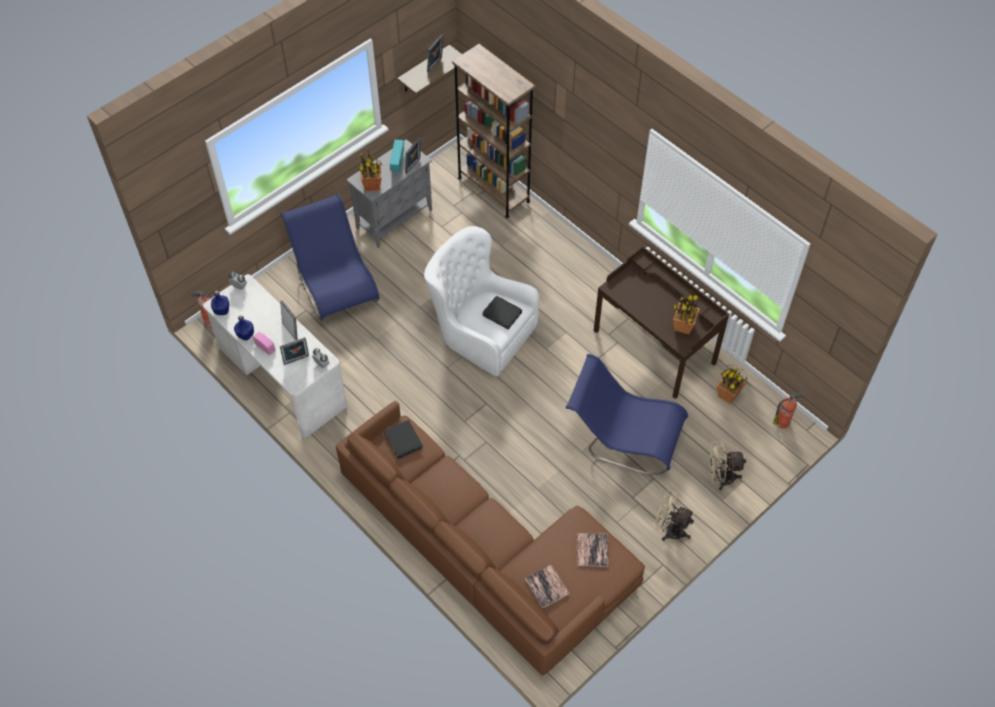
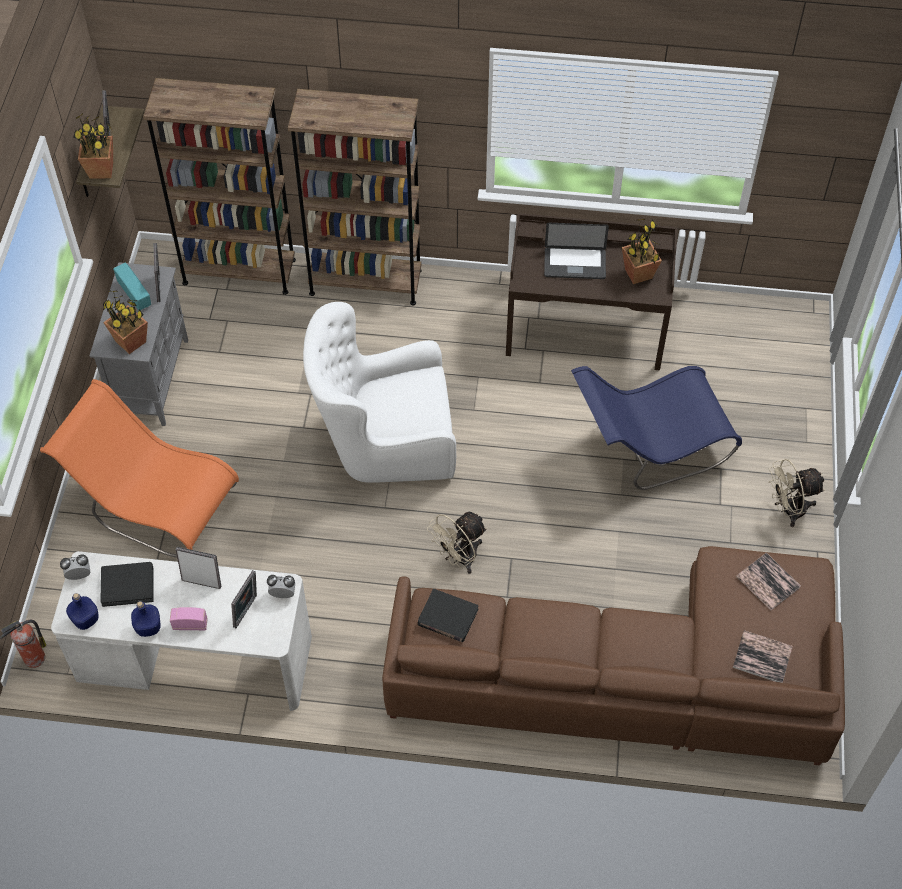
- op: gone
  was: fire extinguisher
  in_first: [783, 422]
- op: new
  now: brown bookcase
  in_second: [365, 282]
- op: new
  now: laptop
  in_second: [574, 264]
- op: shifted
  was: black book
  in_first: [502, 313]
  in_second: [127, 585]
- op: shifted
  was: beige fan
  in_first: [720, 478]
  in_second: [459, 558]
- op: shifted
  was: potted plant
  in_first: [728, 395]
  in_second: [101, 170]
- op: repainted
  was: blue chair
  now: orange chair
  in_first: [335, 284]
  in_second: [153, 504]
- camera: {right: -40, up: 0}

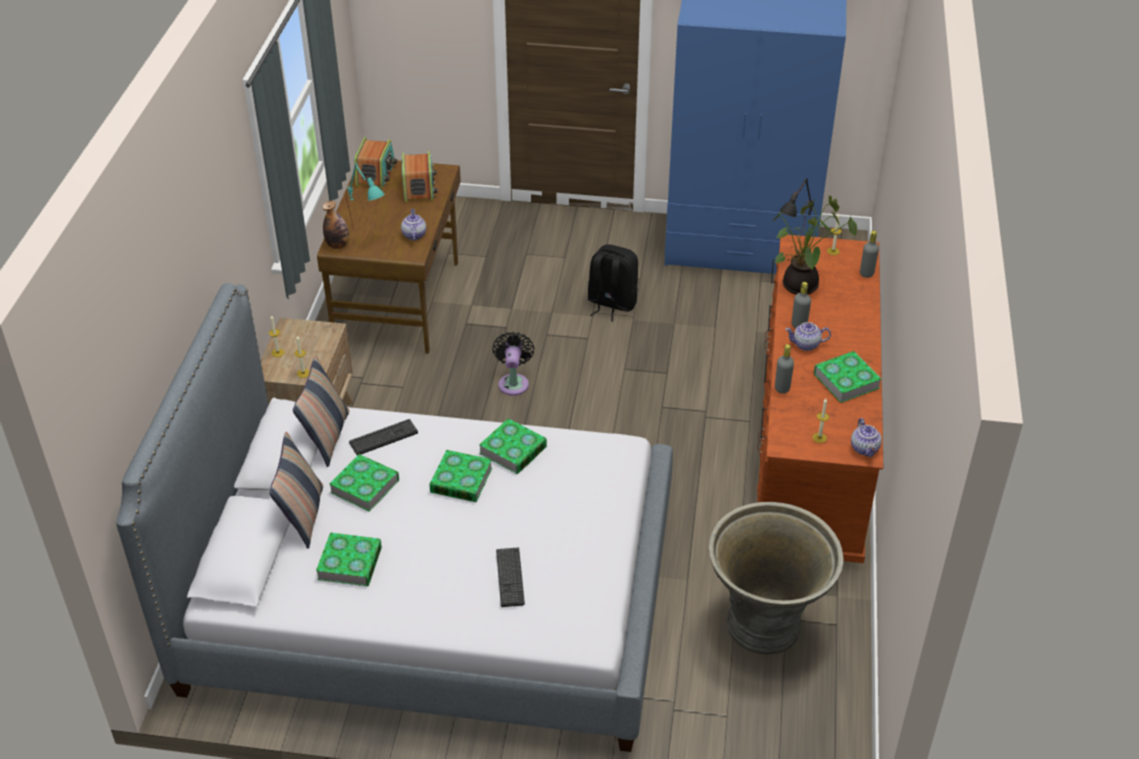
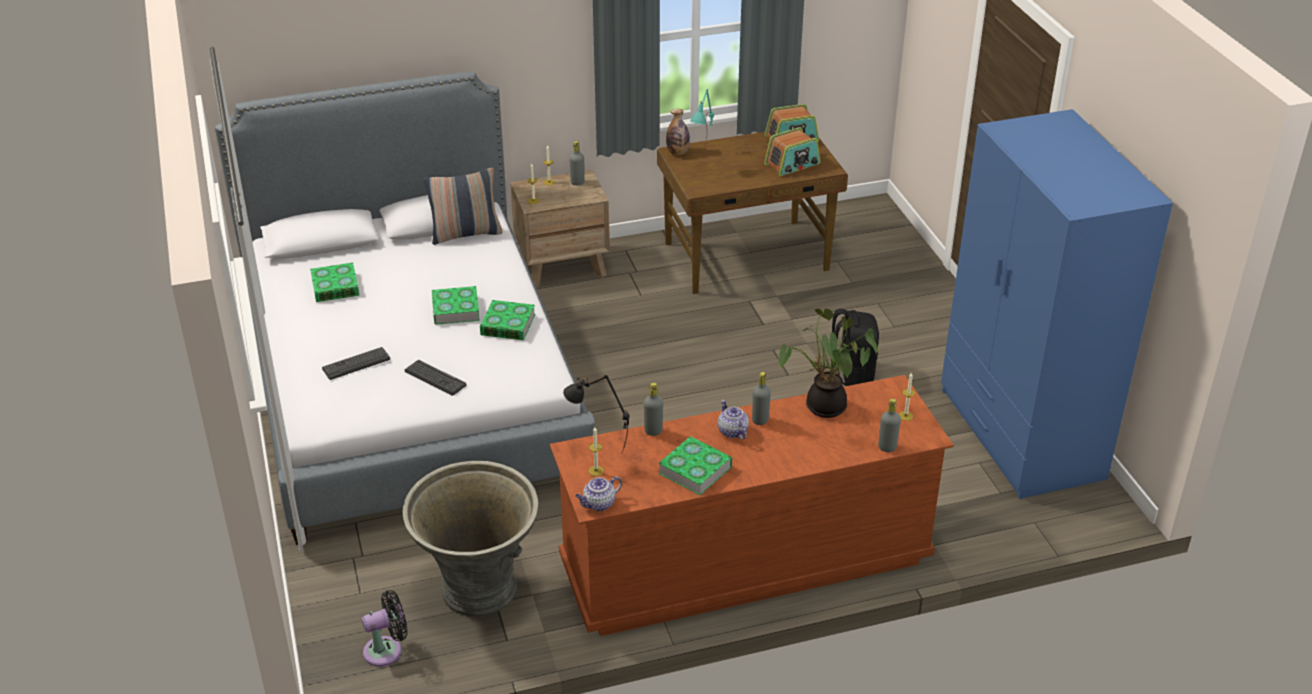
- op: gone
  was: pillow
  in_first: [303, 516]
- op: gone
  was: book
  in_first: [365, 486]
- op: gone
  was: teapot
  in_first: [414, 235]
- op: new
  now: grey bottle
  in_second: [577, 182]
- op: shifted
  was: keyboard
  in_first: [383, 437]
  in_second: [435, 378]
- op: shifted
  was: black fan
  in_first: [513, 382]
  in_second: [387, 650]
- op: shifted
  was: black table lamp
  in_first: [793, 252]
  in_second: [597, 454]
- camera: {right: 65, up: -5}

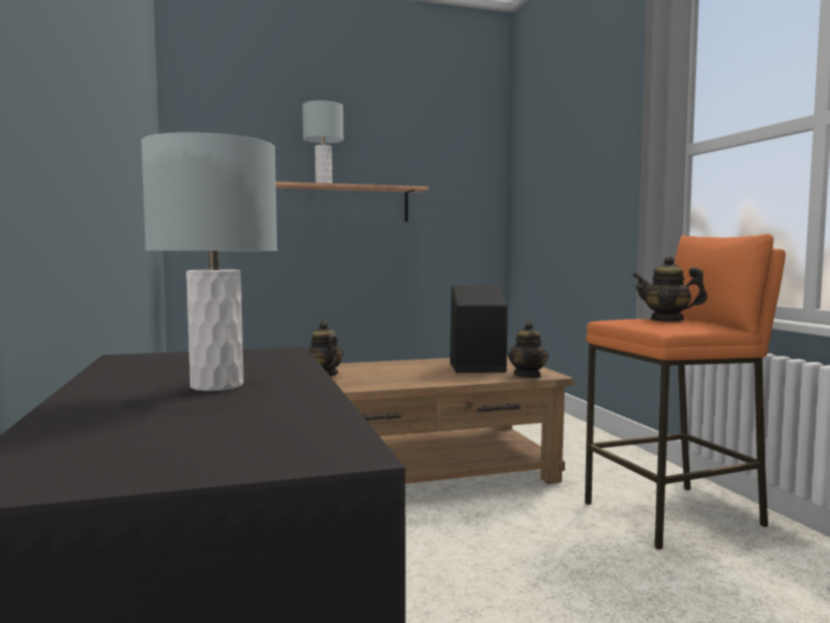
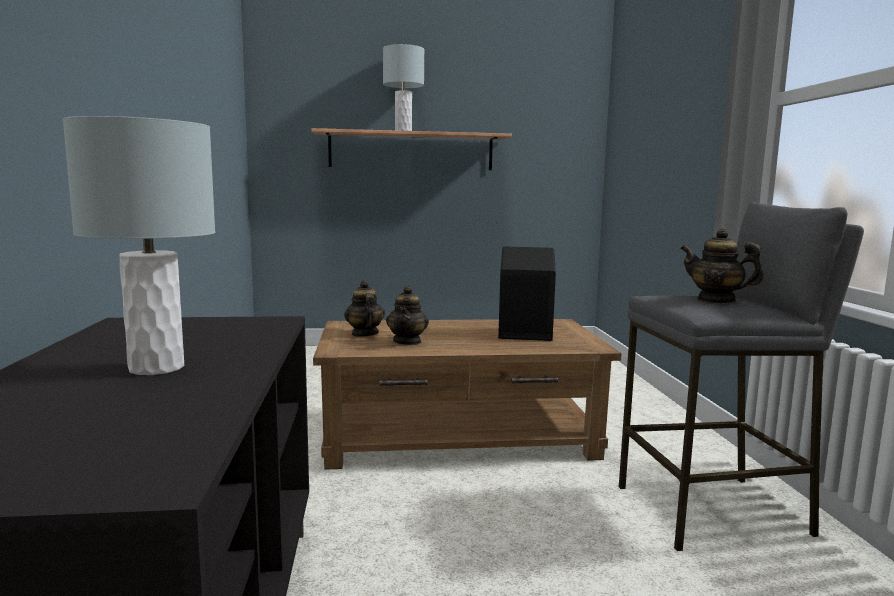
- op: shifted
  was: teapot
  in_first: [528, 375]
  in_second: [407, 341]
- op: repainted
  was: orange stool
  now: grey stool
  in_first: [674, 515]
  in_second: [713, 511]
- camera: {right: 10, up: 5}

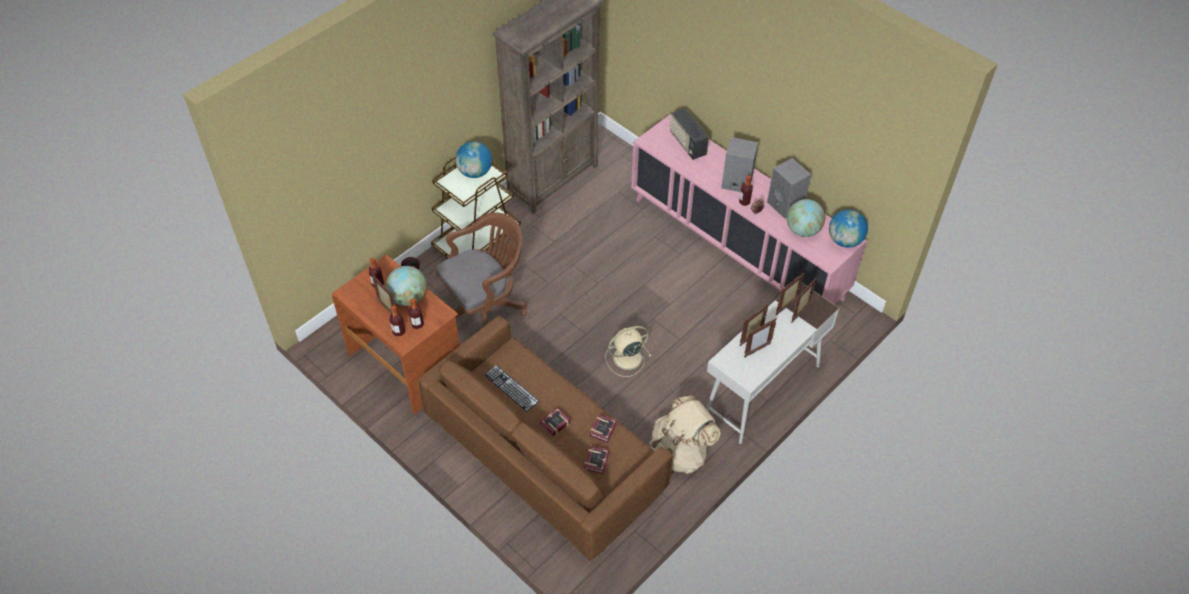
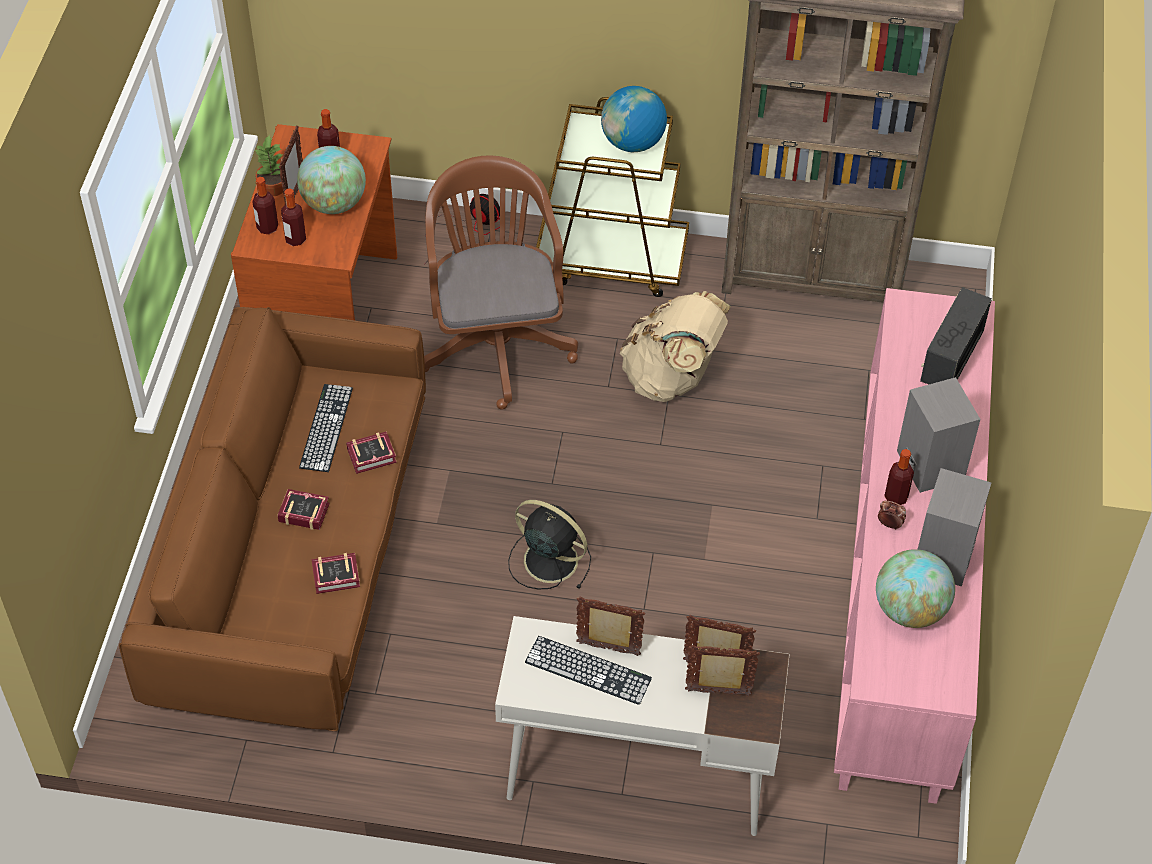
- op: gone
  was: globe
  in_first: [845, 241]
- op: new
  now: potted plant
  in_second: [273, 188]
- op: shifted
  was: book
  in_first: [597, 460]
  in_second: [374, 456]
- op: shifted
  was: beige backpack
  in_first: [680, 452]
  in_second: [672, 377]
- op: swapped
  was: picture frame
  now: keyboard
  in_first: [757, 350]
  in_second: [588, 670]
- op: repainted
  was: beige fan
  now: black fan
  in_first: [626, 358]
  in_second: [548, 559]
- op: rotated
  was: brown office chair
  in_first: [485, 308]
  in_second: [496, 340]
  clockwise: -120
- camera: {right: 55, up: 0}

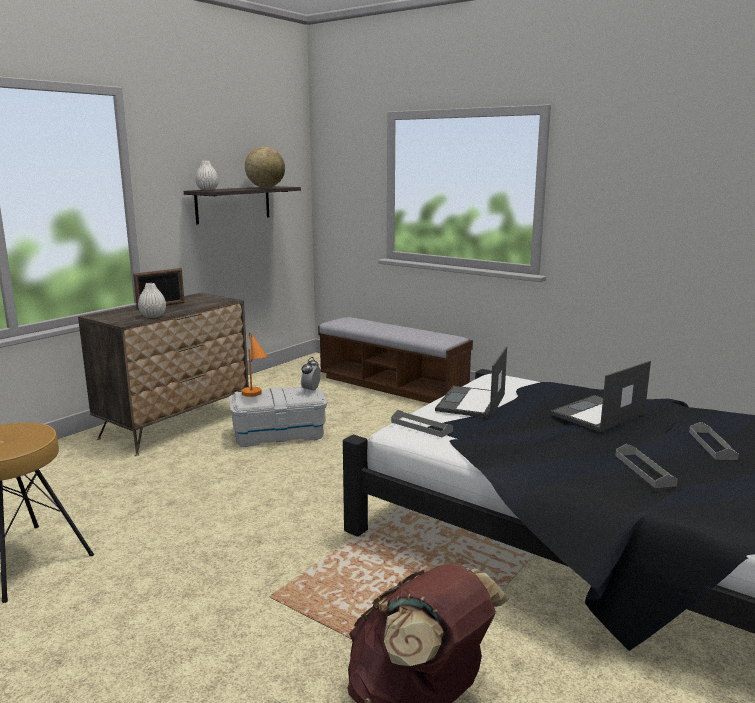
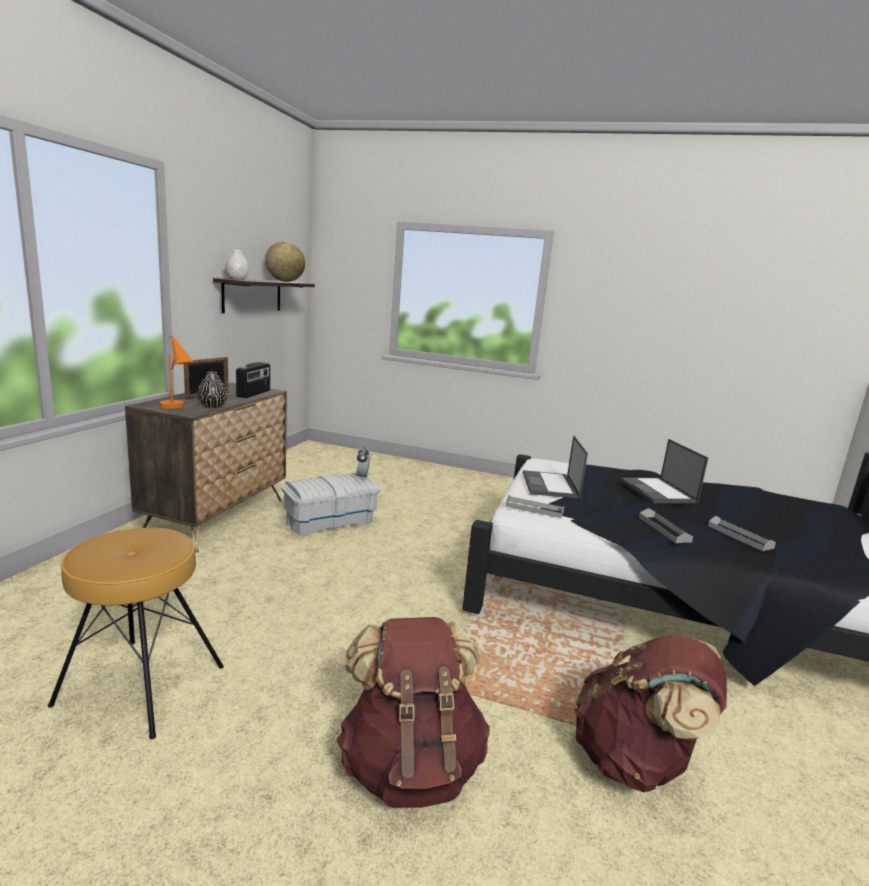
- op: gone
  was: bench
  in_first: [392, 386]
- op: new
  now: radio
  in_second: [254, 394]
- op: new
  now: brown backpack
  in_second: [410, 766]
- op: shifted
  was: orange table lamp
  in_first: [256, 395]
  in_second: [178, 408]
- op: shifted
  was: grey tray
  in_first: [712, 445]
  in_second: [664, 529]
- op: repainted
  was: white vase
  now: black vase
  in_first: [153, 316]
  in_second: [212, 406]
- op: rotated
  was: laptop
  in_first: [597, 414]
  in_second: [658, 491]
  clockwise: -45
- camera: {right: -20, up: 0}

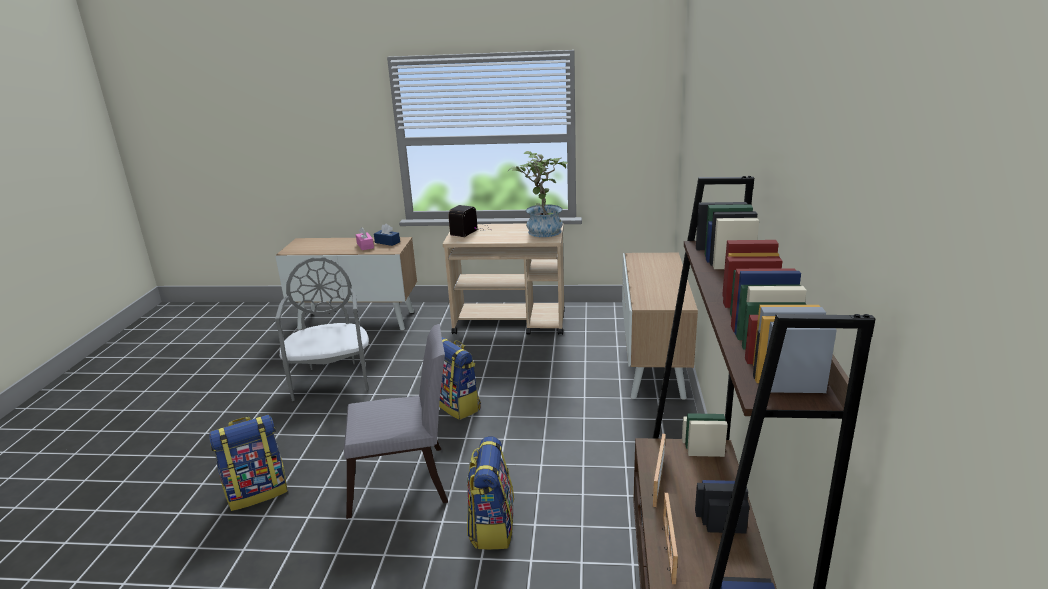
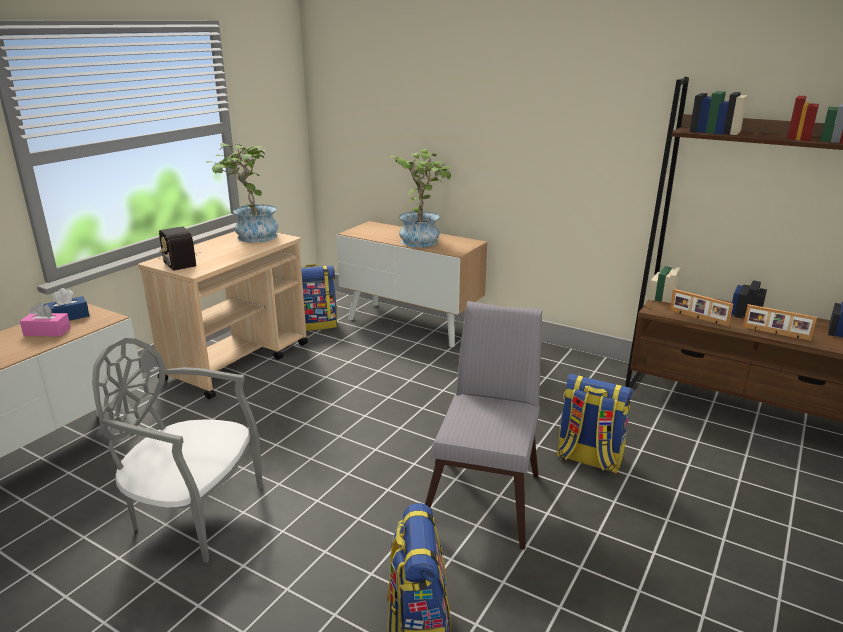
- op: new
  now: potted plant
  in_second: [422, 240]
- op: shifted
  was: backpack
  in_first: [458, 406]
  in_second: [316, 324]
- camera: {right: -65, up: 0}

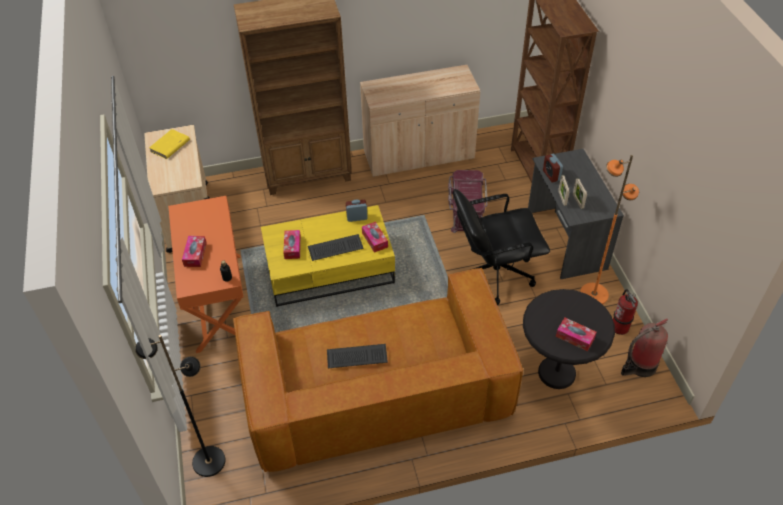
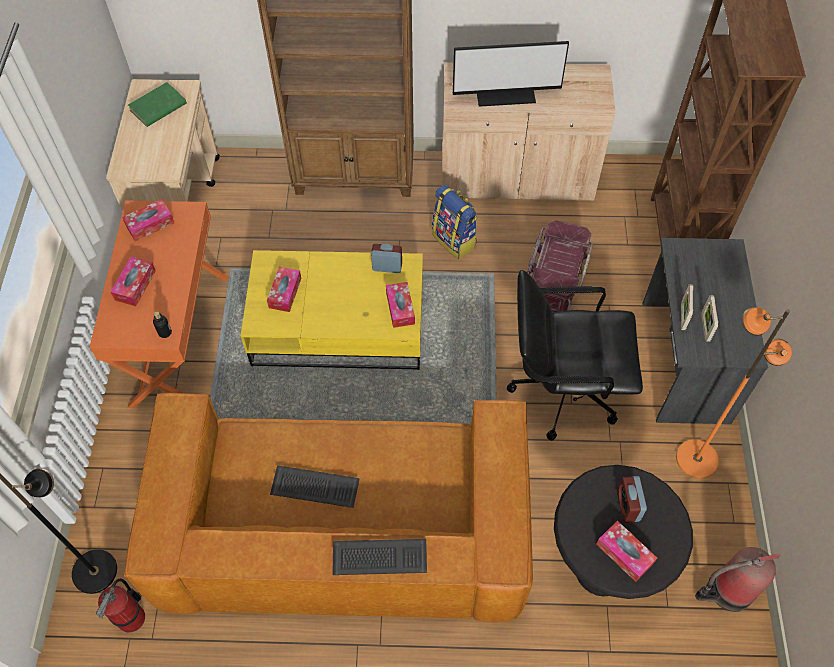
- op: new
  now: tissue box
  in_second: [150, 224]
- op: new
  now: backpack
  in_second: [455, 240]
- op: new
  now: monitor
  in_second: [505, 93]
- op: shifted
  was: keyboard
  in_first: [335, 249]
  in_second: [378, 559]
- op: shifted
  was: alarm clock
  in_first: [551, 175]
  in_second: [628, 506]
- op: shifted
  was: fire extinguisher
  in_first: [620, 327]
  in_second: [132, 618]
- op: repainted
  was: yellow book
  now: green book
  in_first: [170, 146]
  in_second: [158, 107]
- camera: {right: 15, up: 10}

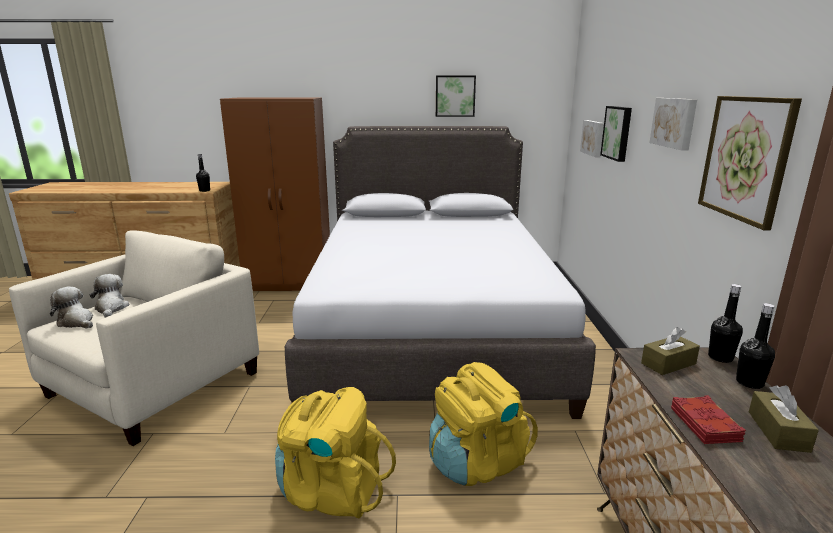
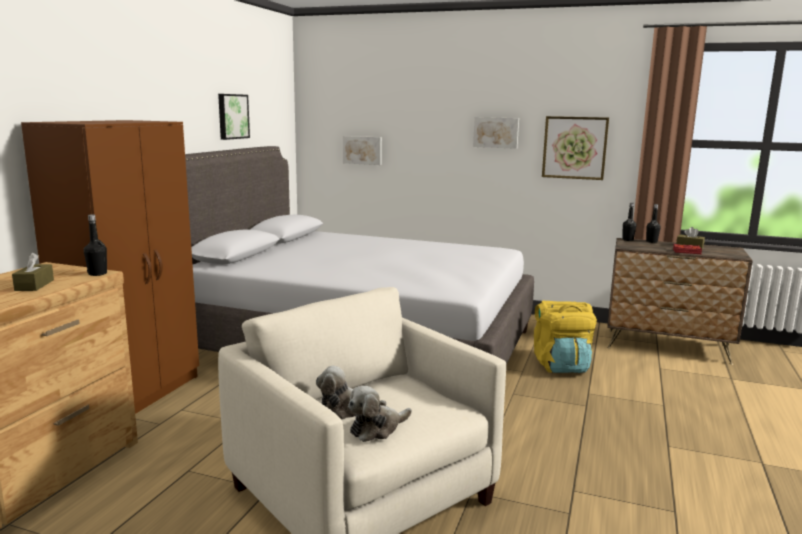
- op: gone
  was: yellow backpack
  in_first: [332, 491]
- op: gone
  was: picture
  in_first: [618, 133]
- op: shifted
  was: brown tissue box
  in_first: [668, 364]
  in_second: [34, 285]
- camera: {right: -70, up: -5}

